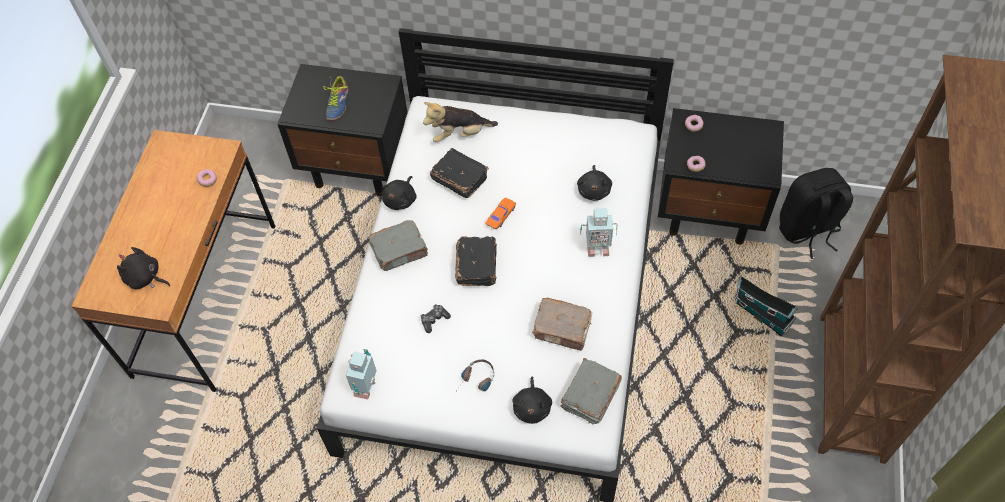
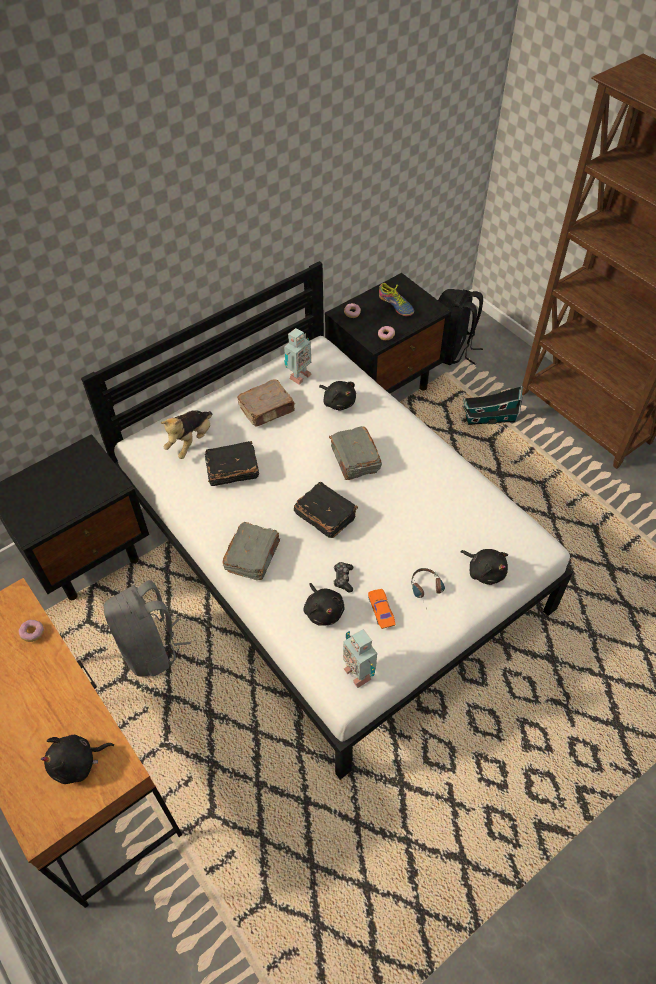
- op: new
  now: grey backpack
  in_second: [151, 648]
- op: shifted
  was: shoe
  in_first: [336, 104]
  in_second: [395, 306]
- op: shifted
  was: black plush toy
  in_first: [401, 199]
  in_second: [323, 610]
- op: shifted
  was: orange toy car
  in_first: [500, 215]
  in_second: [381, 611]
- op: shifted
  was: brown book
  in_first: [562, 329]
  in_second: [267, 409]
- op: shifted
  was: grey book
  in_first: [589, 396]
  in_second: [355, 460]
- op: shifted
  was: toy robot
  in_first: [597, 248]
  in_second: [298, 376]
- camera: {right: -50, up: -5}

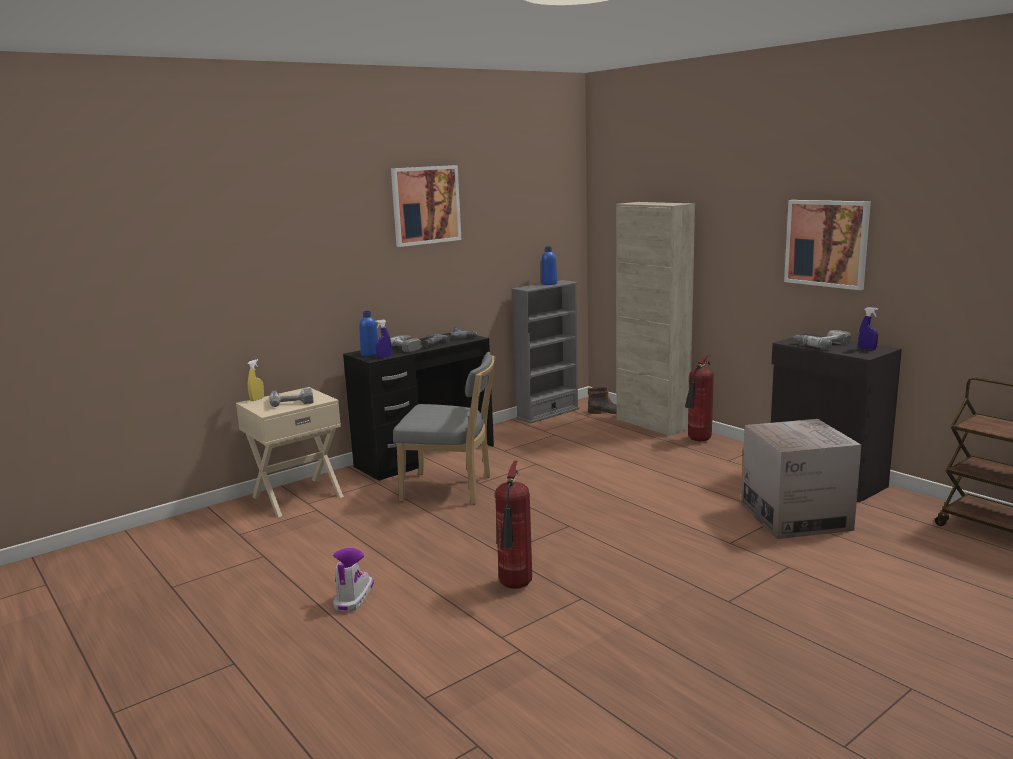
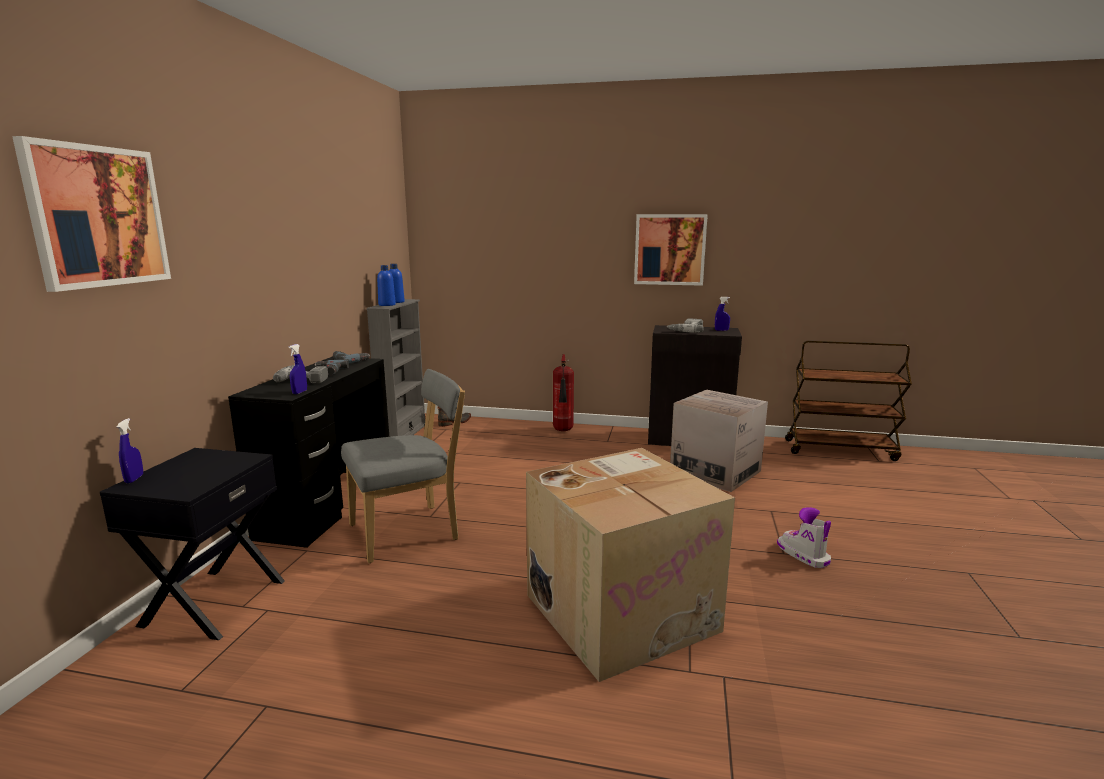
- op: gone
  was: power drill
  in_first: [291, 401]
- op: gone
  was: beige cabinet
  in_first: [652, 424]
- op: shifted
  was: boot
  in_first: [353, 597]
  in_second: [802, 555]
- op: shifted
  was: blue bottle
  in_first: [370, 354]
  in_second: [387, 305]
- op: shifted
  was: picture
  in_first: [425, 205]
  in_second: [98, 216]
- op: swapped
  was: fire extinguisher
  now: cardboard box
  in_first: [515, 587]
  in_second: [621, 610]
- op: repainted
  was: beige nightstand
  now: black nightstand
  in_first: [297, 496]
  in_second: [213, 602]
- op: repainted
  was: yellow spray bottle
  now: blue spray bottle
  in_first: [257, 399]
  in_second: [134, 479]
- camera: {right: -40, up: 0}

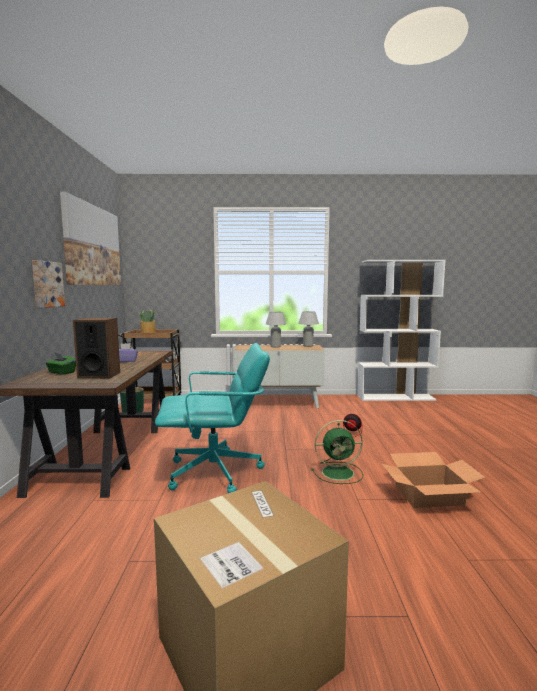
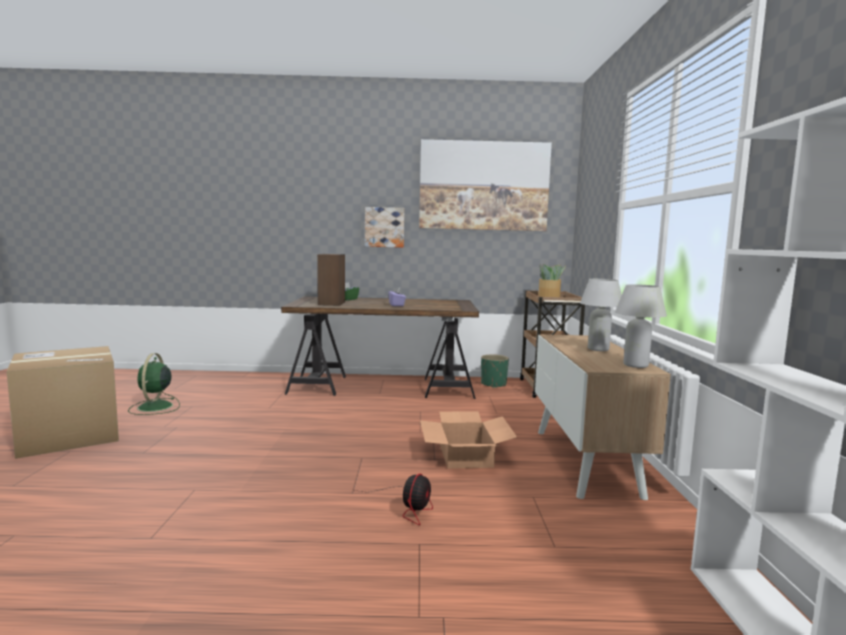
- op: gone
  was: turquoise office chair
  in_first: [215, 473]
- op: shifted
  was: green fan
  in_first: [339, 472]
  in_second: [154, 407]
- op: shifted
  was: cardboard box
  in_first: [429, 495]
  in_second: [465, 455]
- camera: {right: 90, up: 0}

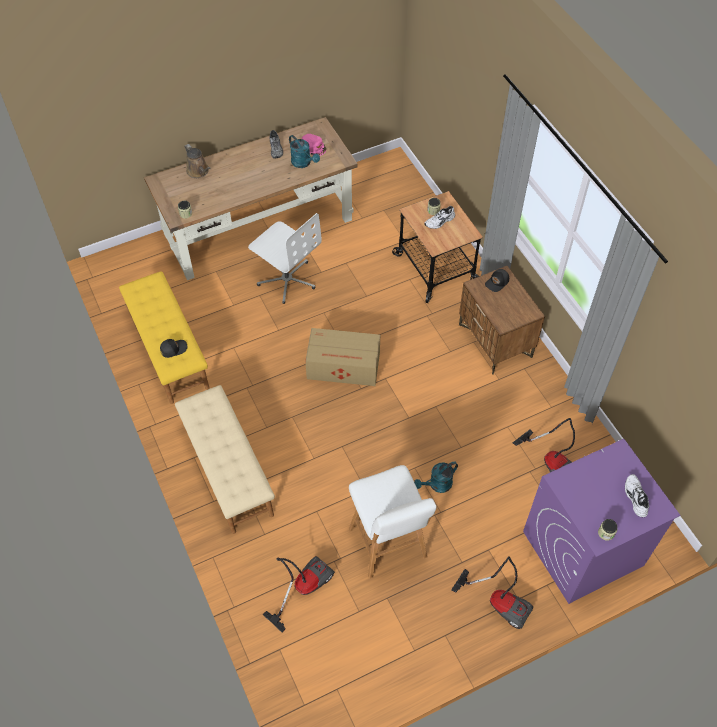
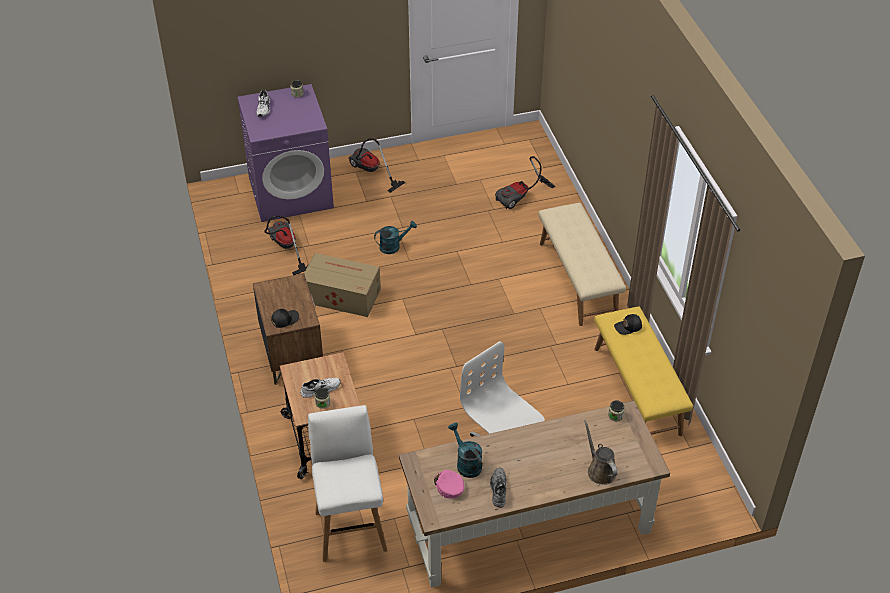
- op: shifted
  was: cardboard box
  in_first: [344, 366]
  in_second: [341, 295]
- op: shifted
  was: white stool
  in_first: [388, 545]
  in_second: [350, 528]
- camera: {right: -170, up: -10}

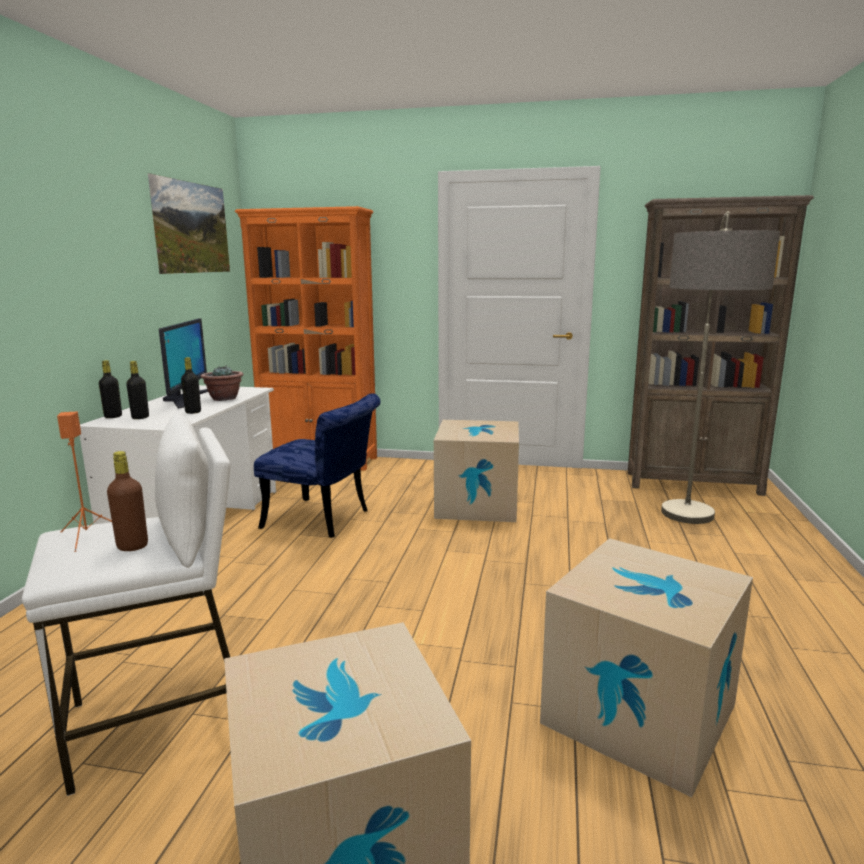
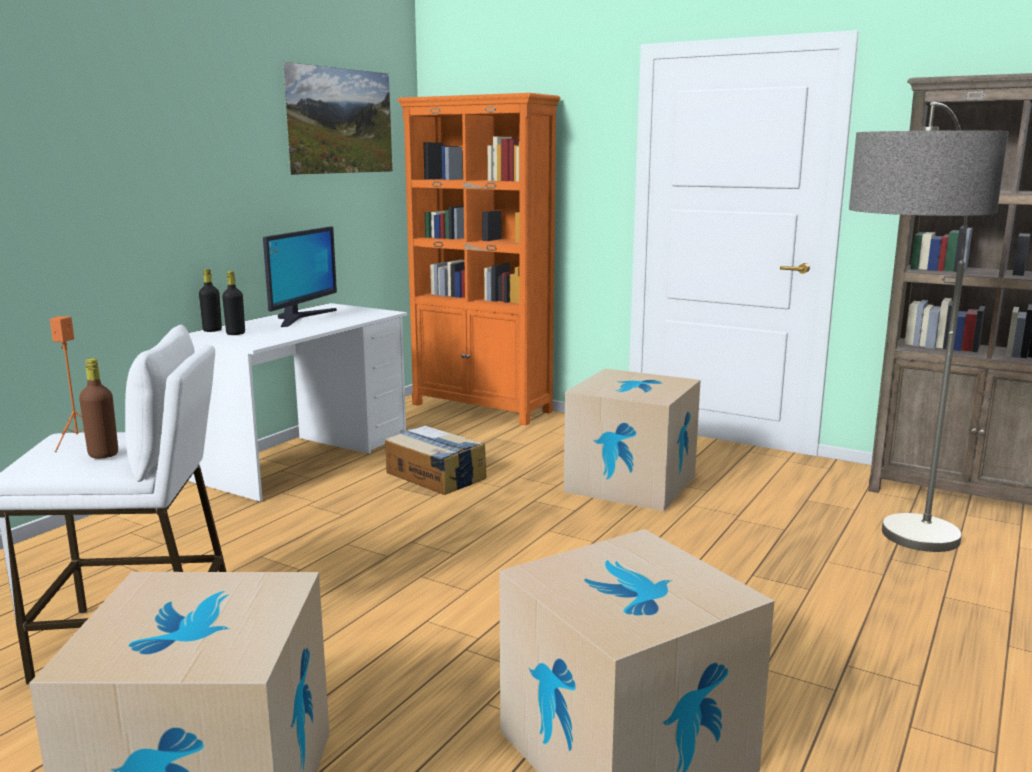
- op: gone
  was: black bottle
  in_first: [193, 412]
- op: gone
  was: potted plant
  in_first: [224, 398]
- op: swapped
  was: blue chair
  now: cardboard box
  in_first: [324, 520]
  in_second: [435, 476]
- camera: {right: 20, up: 0}

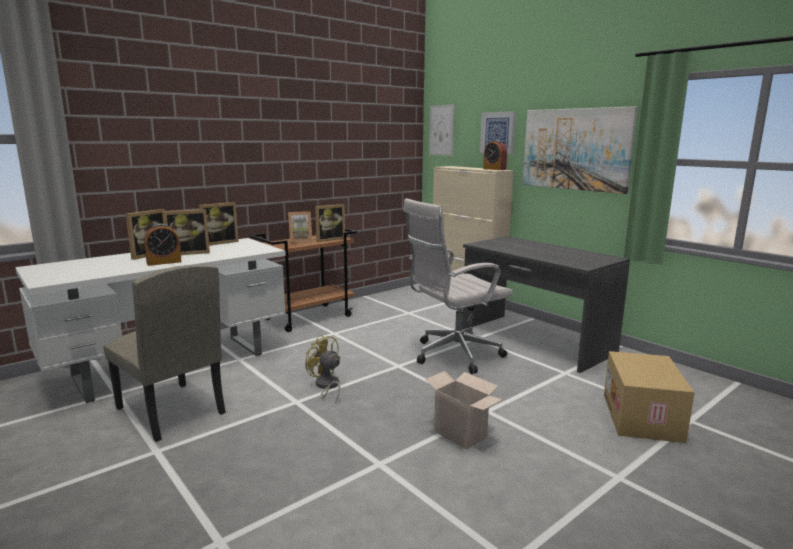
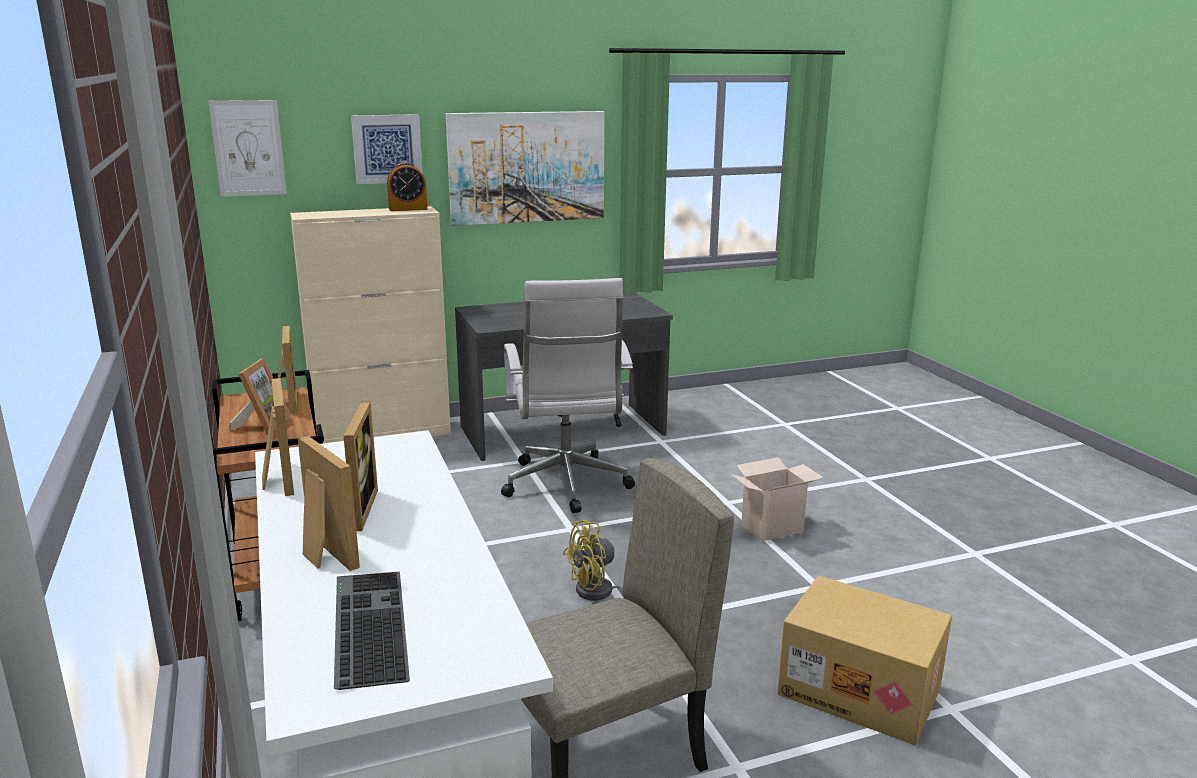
- op: gone
  was: alarm clock
  in_first: [164, 262]
- op: new
  now: keyboard
  in_second: [366, 625]
- op: shifted
  was: cardboard box
  in_first: [643, 417]
  in_second: [861, 690]
- camera: {right: -70, up: 5}

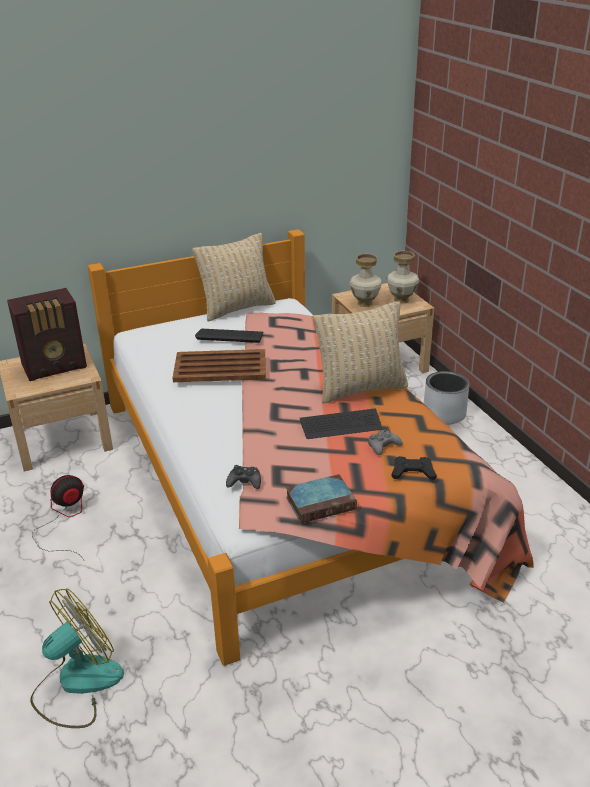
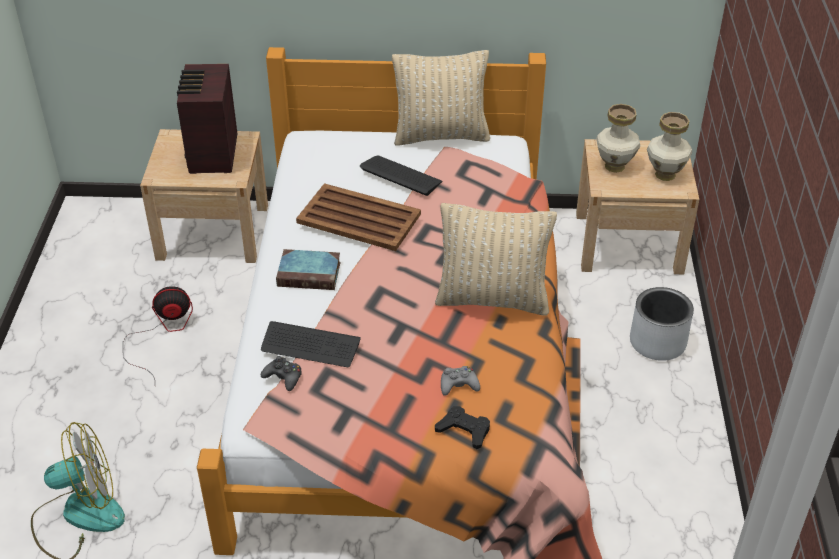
- op: shifted
  was: book
  in_first: [321, 502]
  in_second: [310, 274]
- op: shifted
  was: keyboard
  in_first: [340, 425]
  in_second: [310, 346]
- op: rotated
  was: radio
  in_first: [56, 366]
  in_second: [212, 155]
  clockwise: 90
- camera: {right: 25, up: 10}

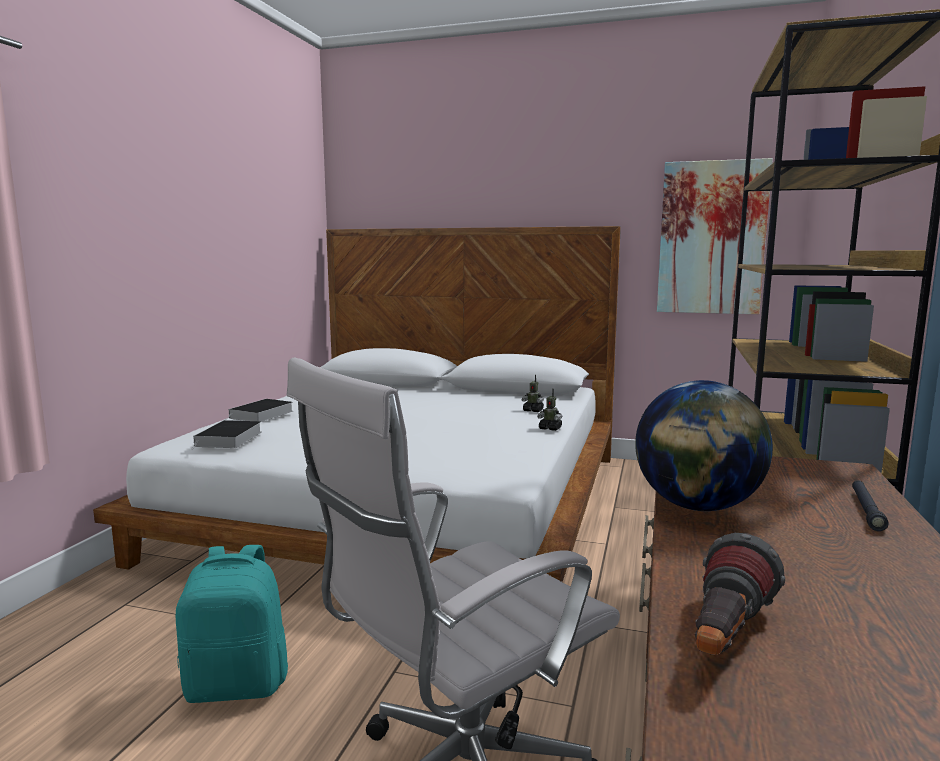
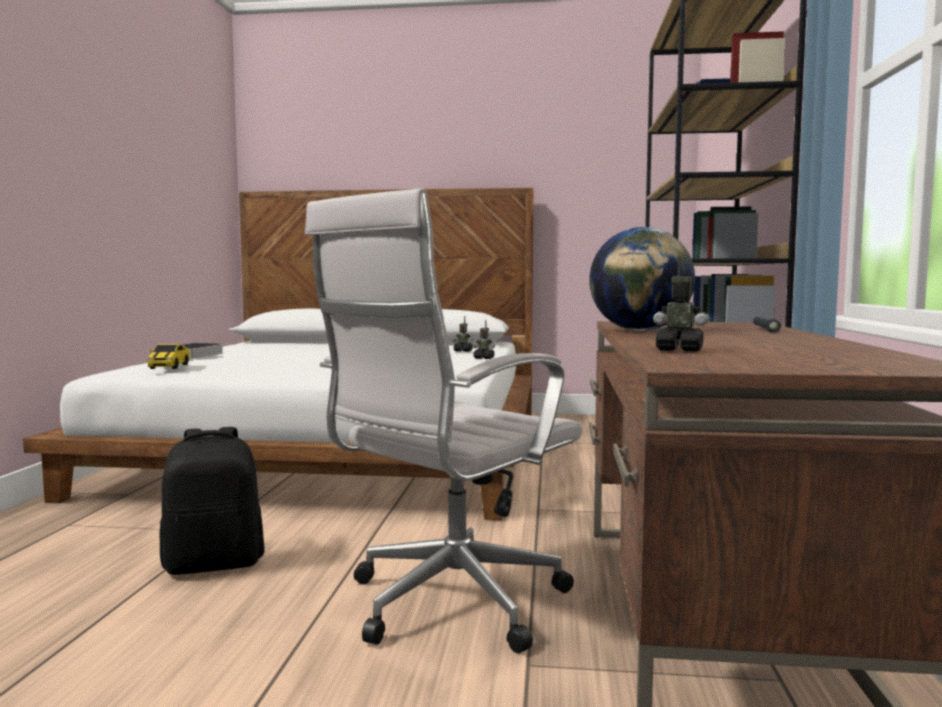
- op: gone
  was: picture
  in_first: [711, 238]
- op: swapped
  was: book
  now: toy car
  in_first: [229, 439]
  in_second: [169, 366]
- op: swapped
  was: flashlight
  now: toy robot
  in_first: [725, 638]
  in_second: [679, 350]
- op: repainted
  was: turquoise backpack
  now: black backpack
  in_first: [238, 684]
  in_second: [214, 564]
- camera: {right: -10, up: -5}

